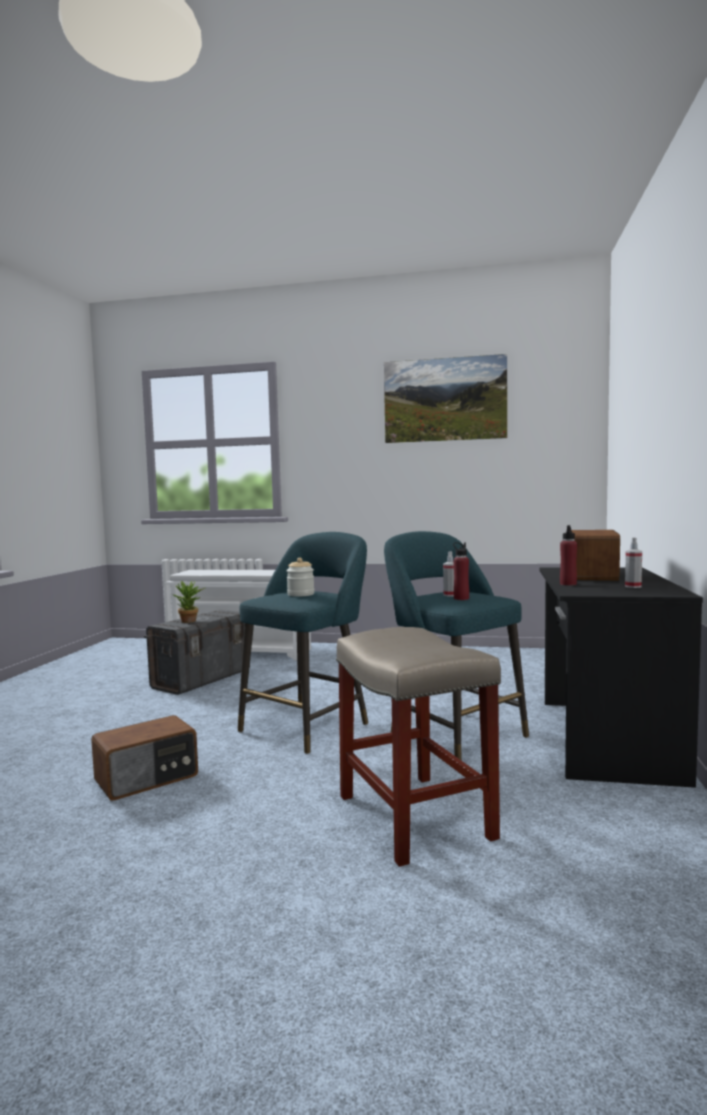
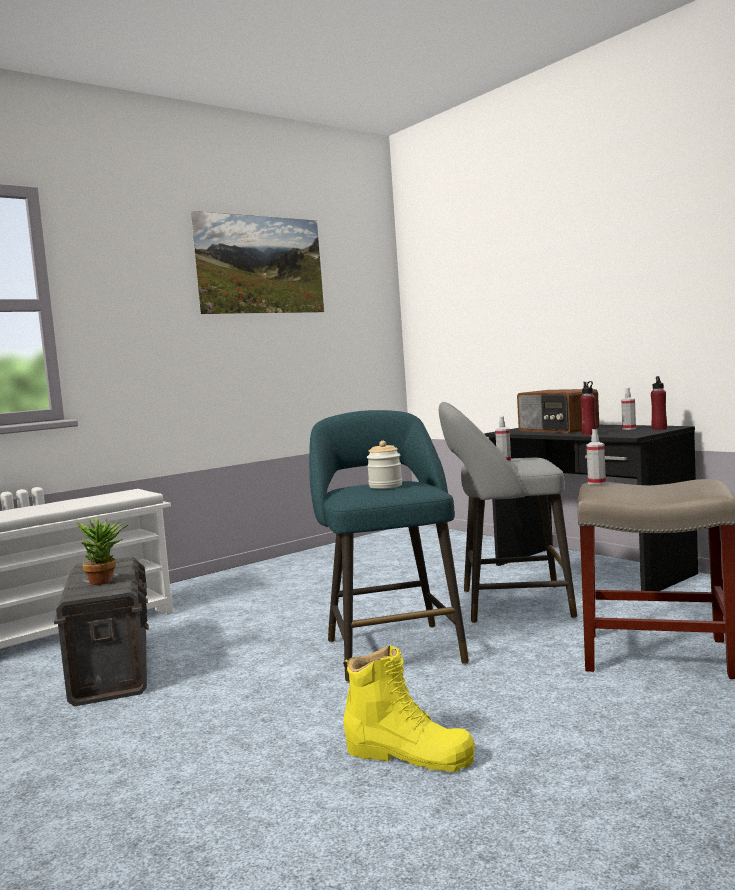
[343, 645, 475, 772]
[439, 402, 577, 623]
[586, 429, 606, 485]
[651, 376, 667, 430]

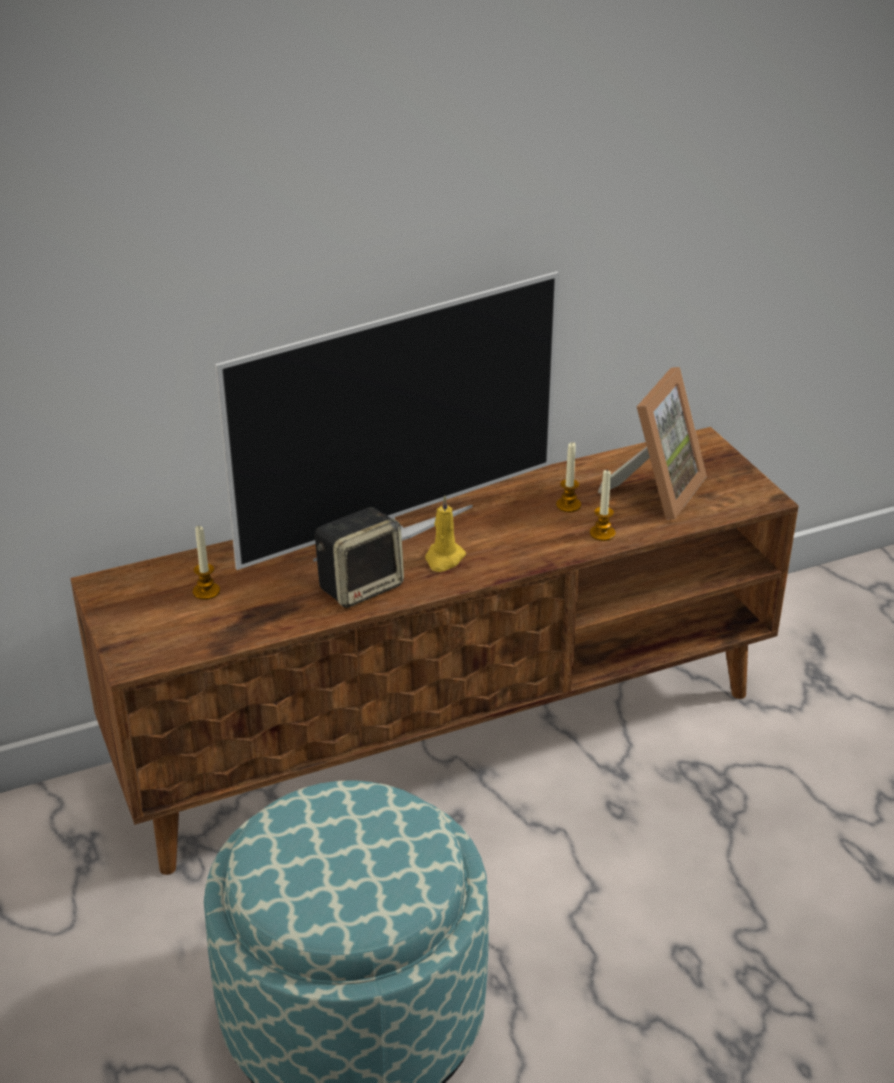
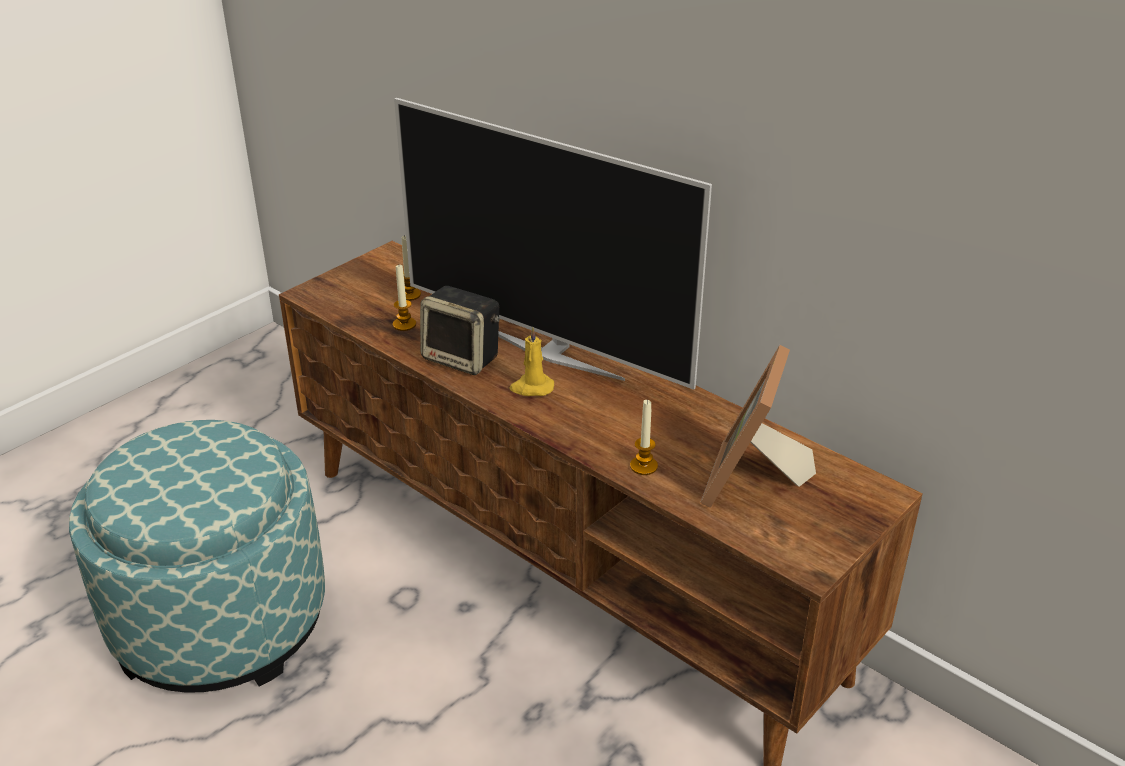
[393, 265, 416, 331]
[700, 345, 816, 508]

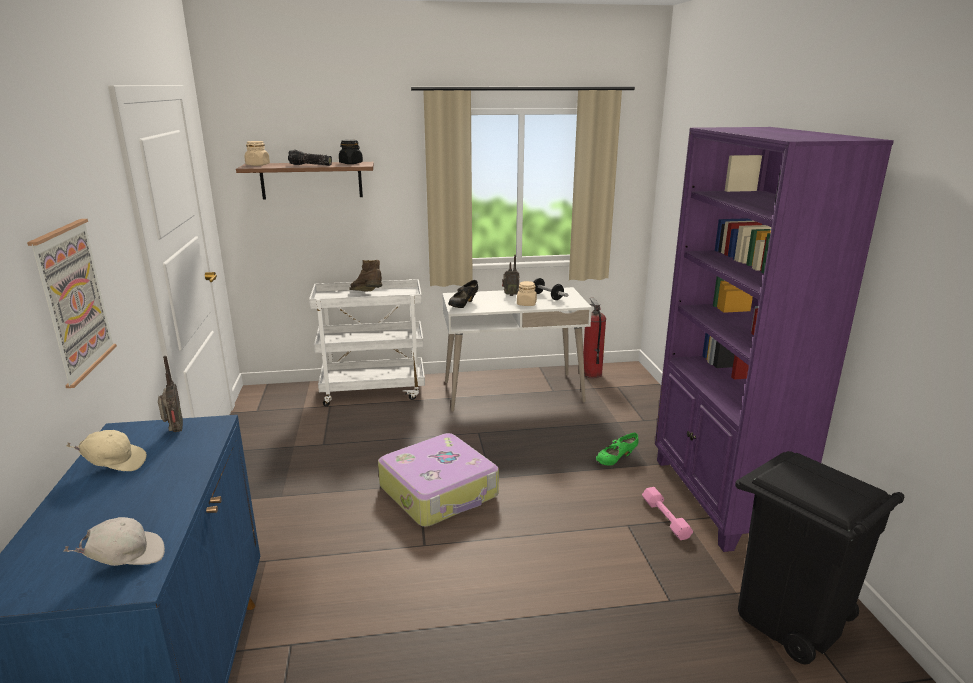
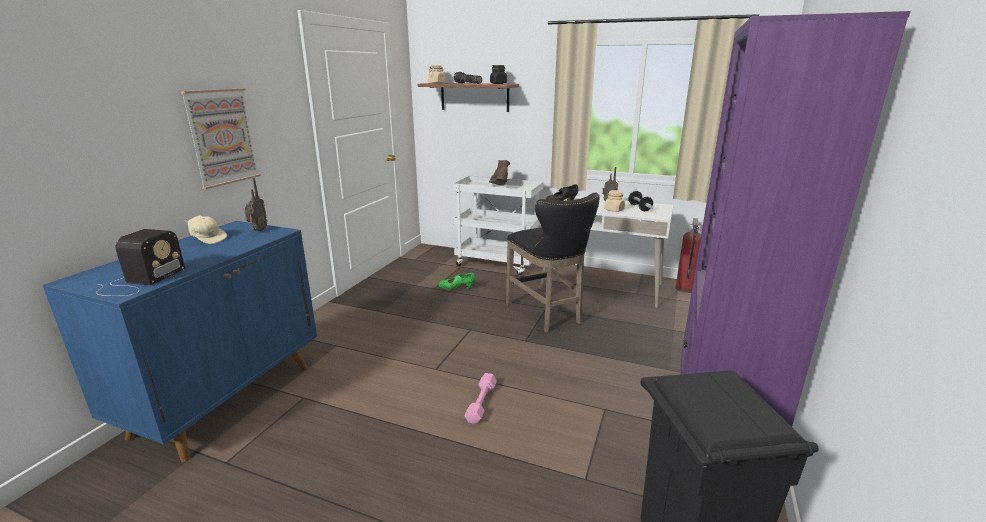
[96, 229, 185, 296]
[439, 273, 475, 290]
[464, 373, 497, 424]
[506, 193, 600, 332]
[378, 433, 499, 527] (first image)

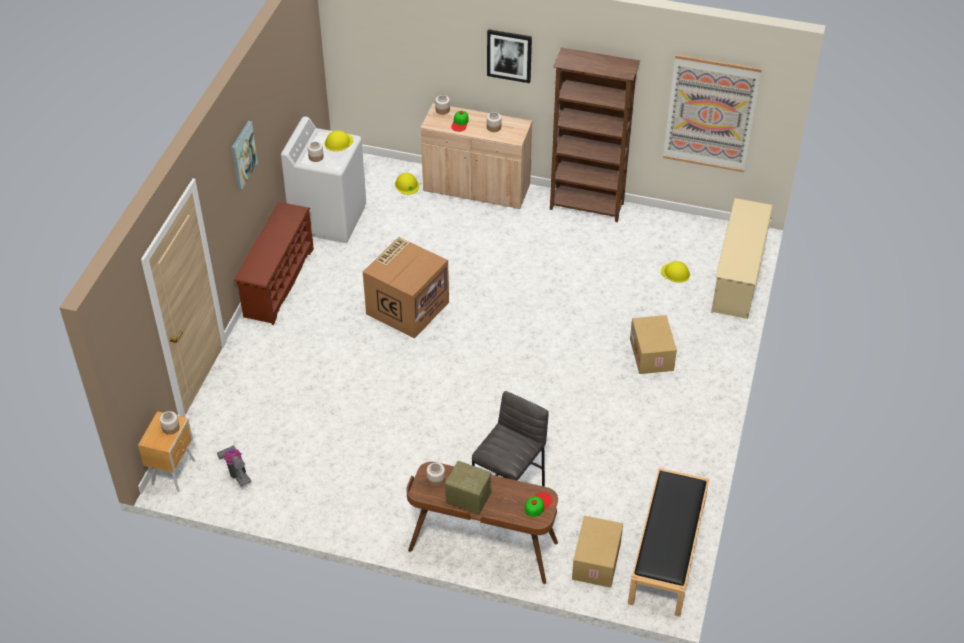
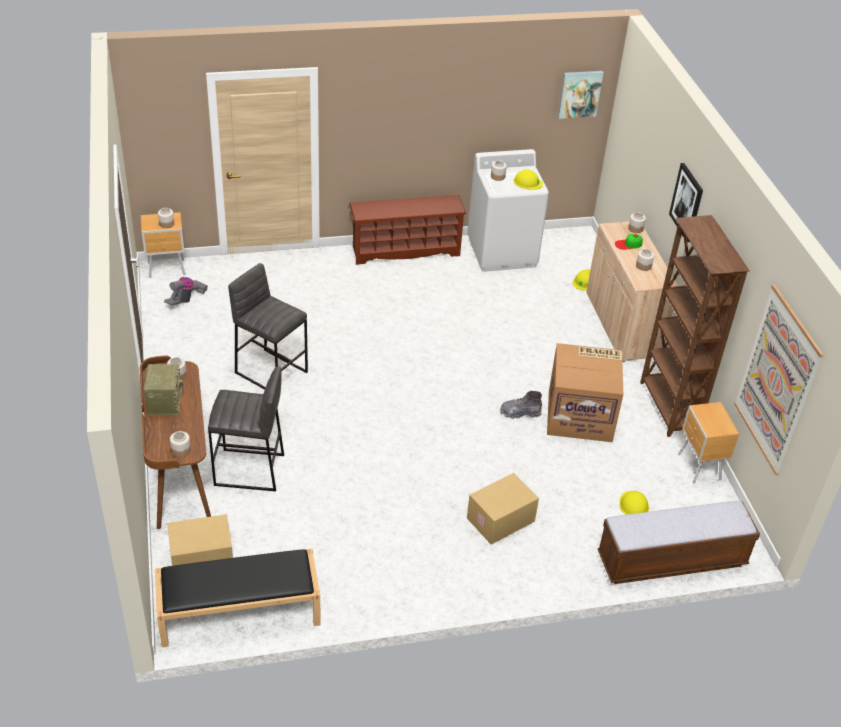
[170, 431, 191, 457]
[228, 263, 308, 390]
[500, 391, 542, 419]
[547, 343, 623, 442]
[558, 71, 604, 119]
[598, 501, 760, 584]
[678, 402, 739, 484]

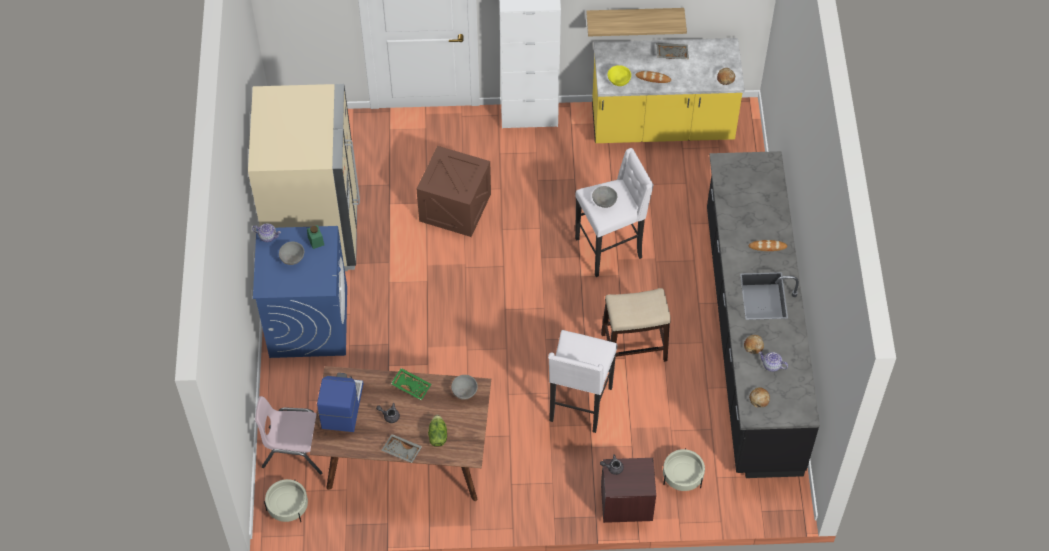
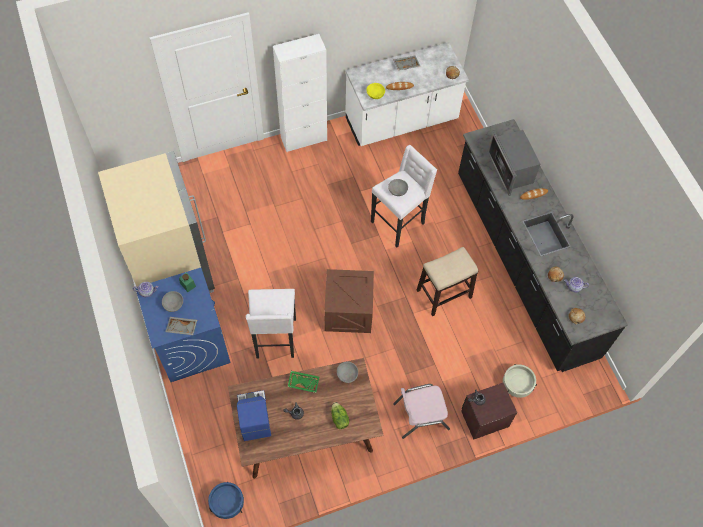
[165, 317, 197, 335]
[208, 481, 244, 519]
[246, 289, 296, 359]
[324, 269, 374, 333]
[345, 42, 469, 146]
[393, 384, 450, 439]
[487, 130, 541, 196]
[586, 8, 687, 36] (first image)

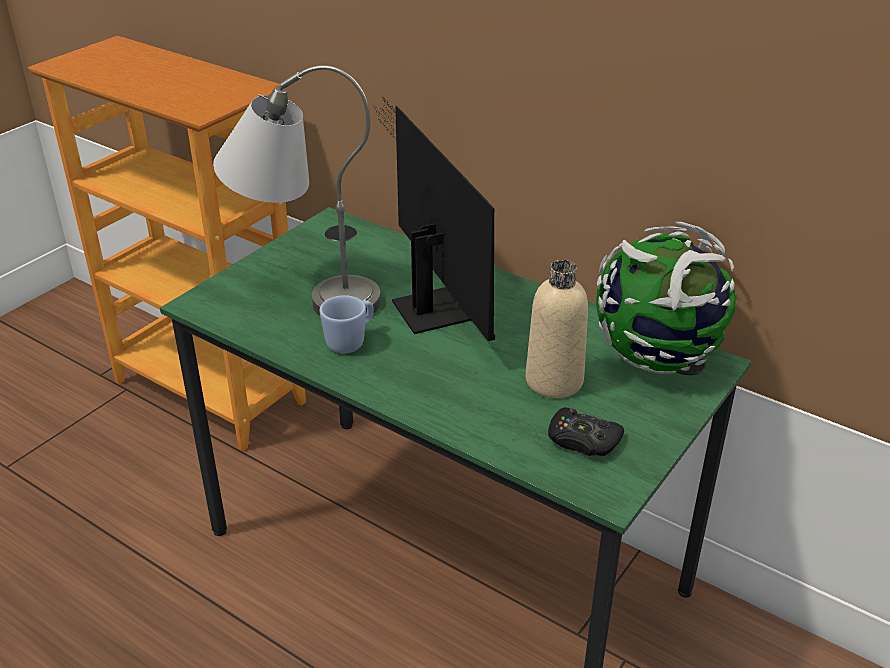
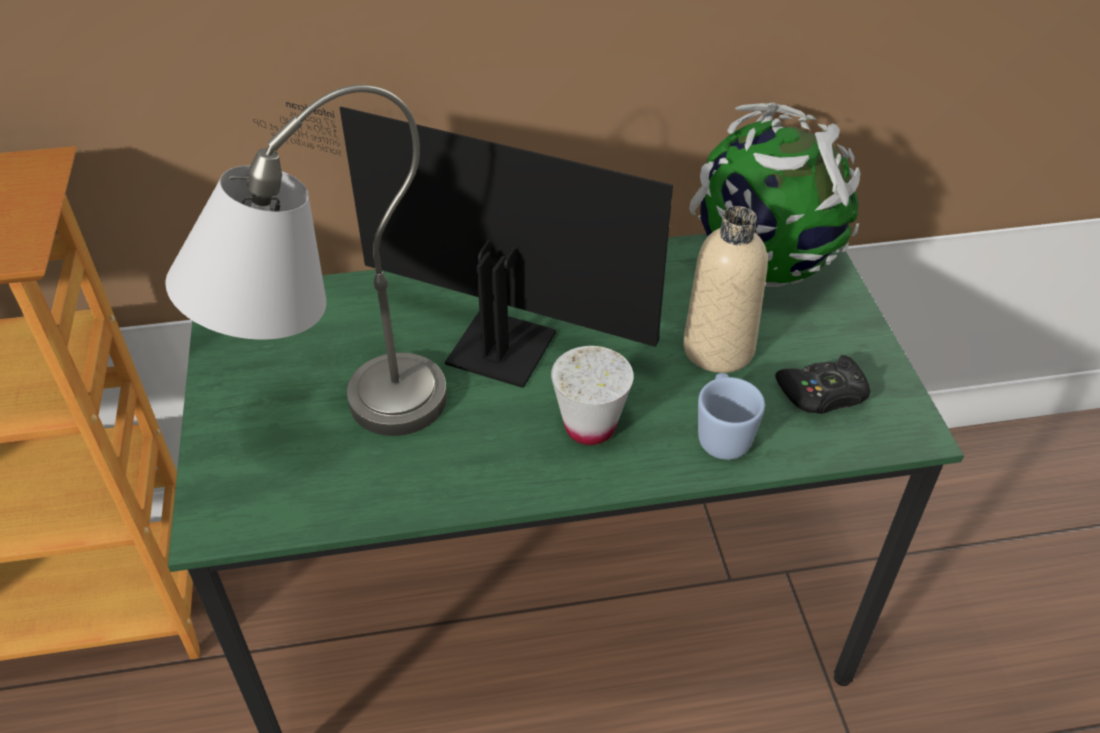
[551, 346, 634, 445]
[698, 373, 765, 460]

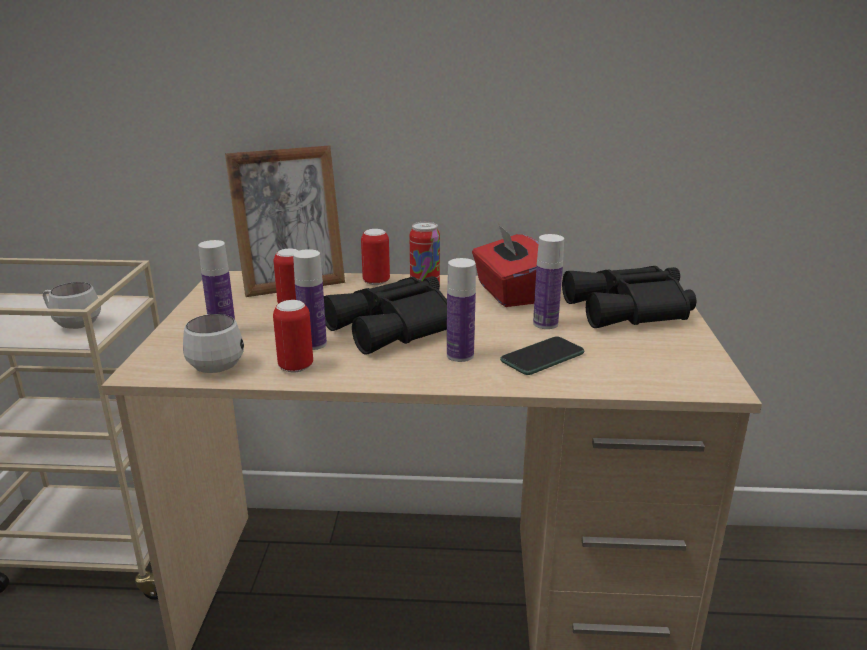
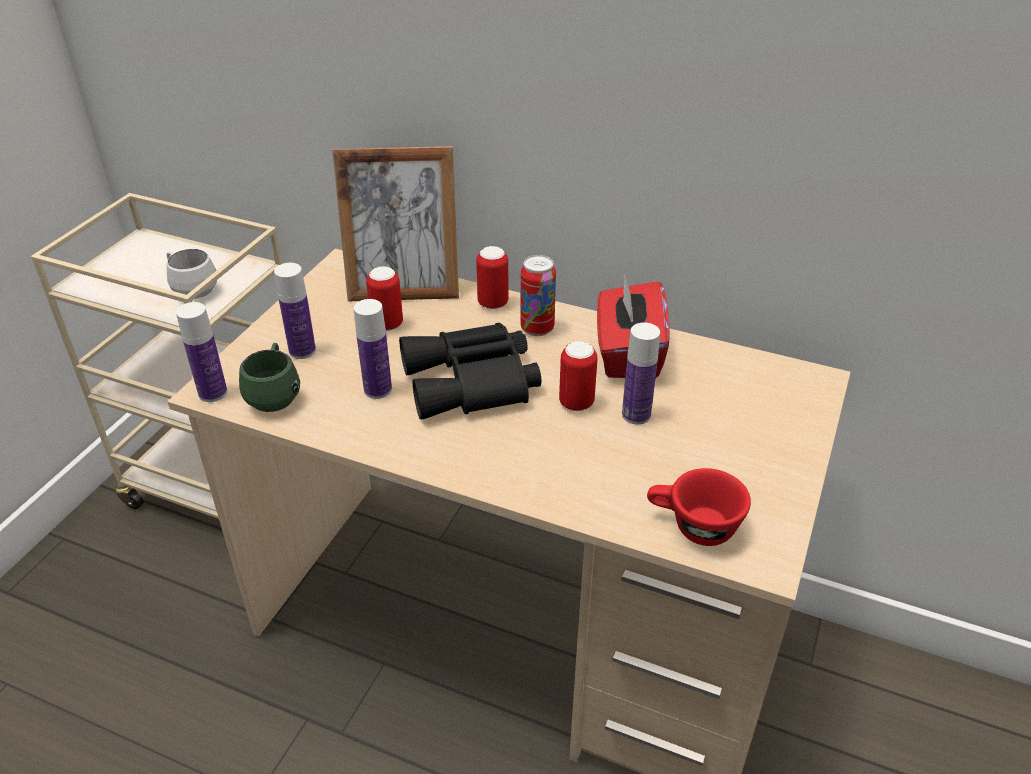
[176, 302, 227, 402]
[239, 343, 300, 412]
[559, 341, 598, 411]
[647, 468, 751, 546]
[500, 336, 584, 375] (first image)
[562, 266, 696, 328] (first image)

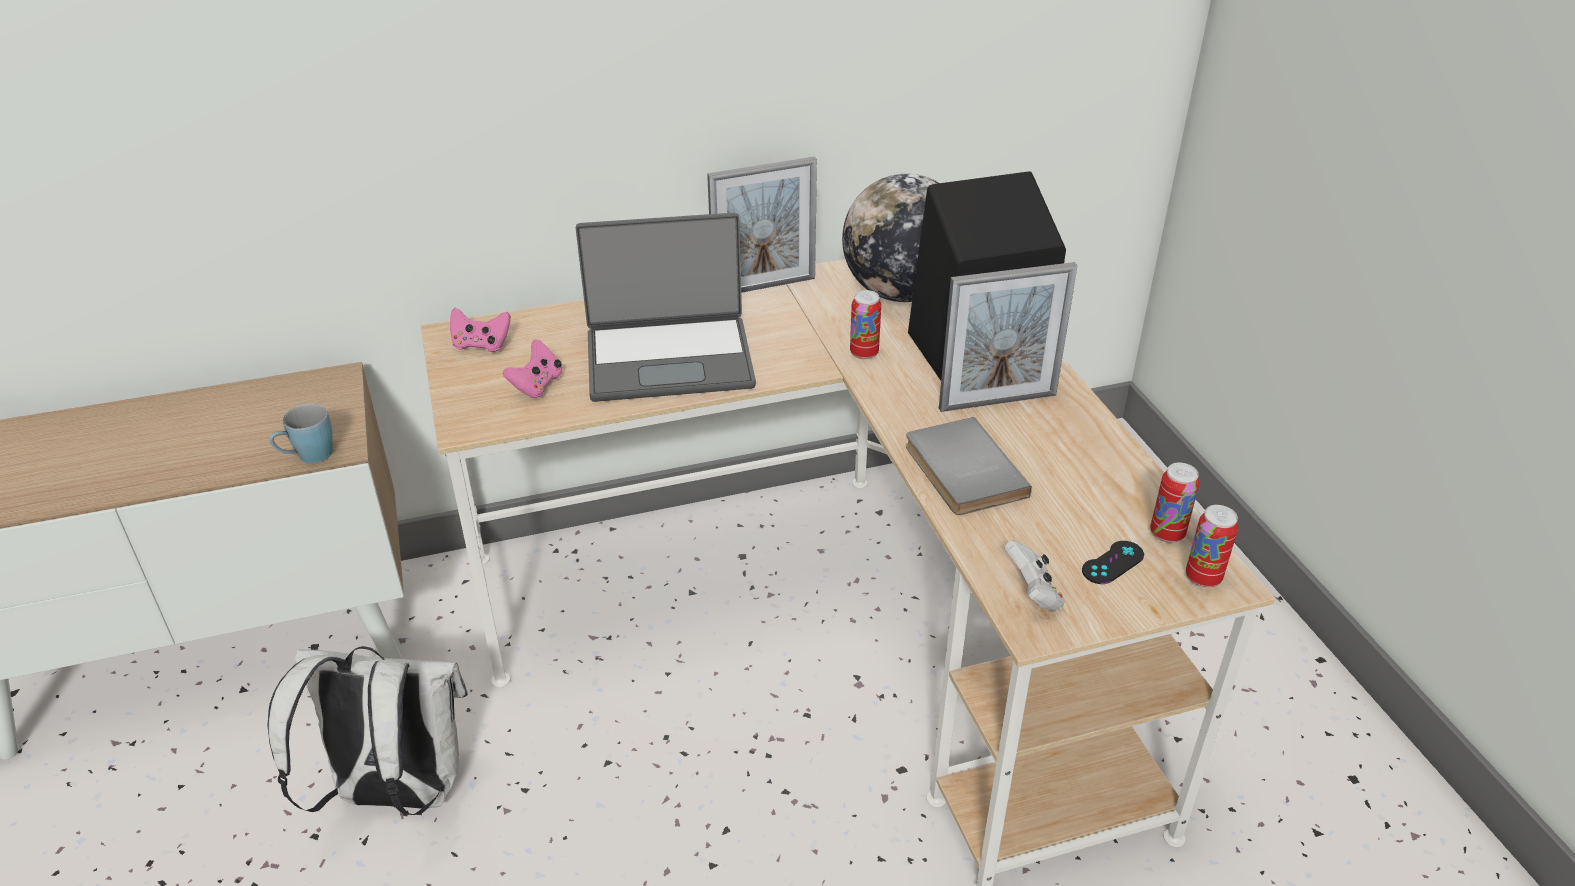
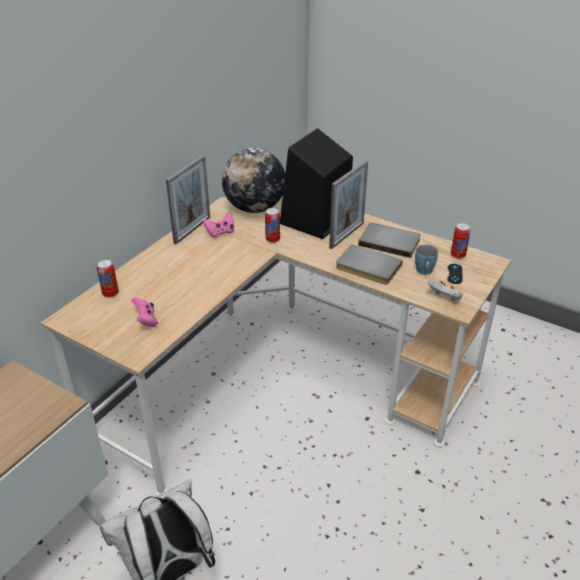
[97, 259, 118, 298]
[203, 212, 234, 238]
[358, 223, 421, 258]
[415, 244, 438, 275]
[576, 213, 756, 402] (first image)

